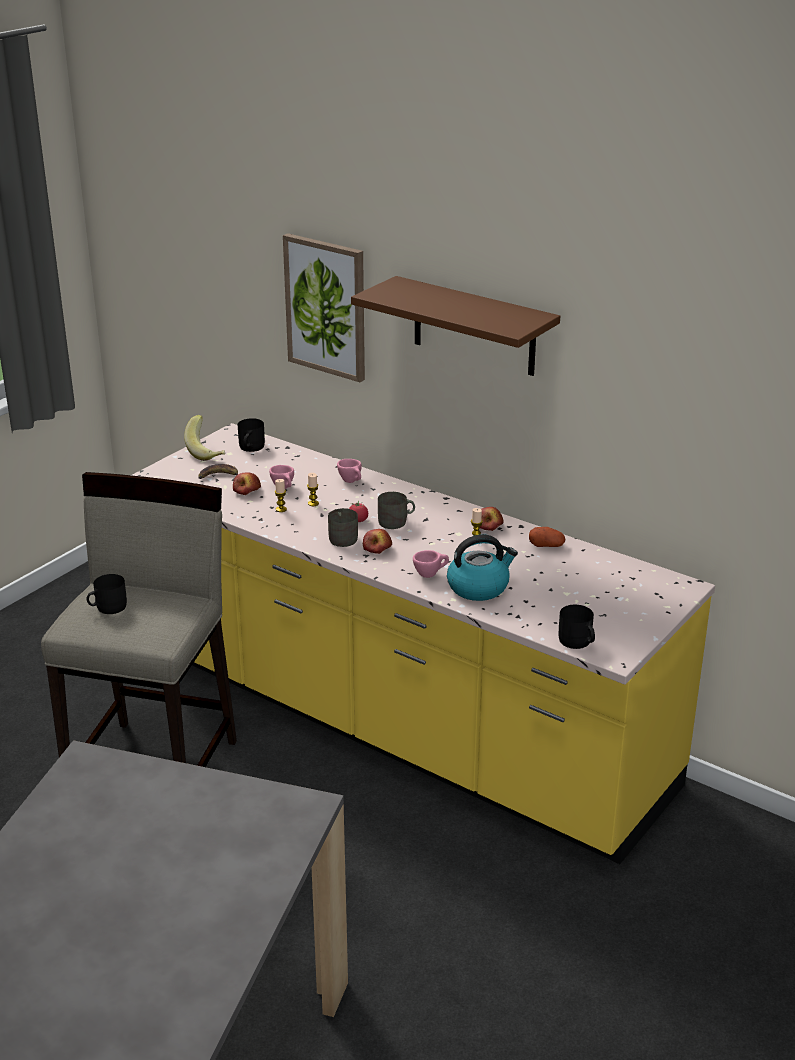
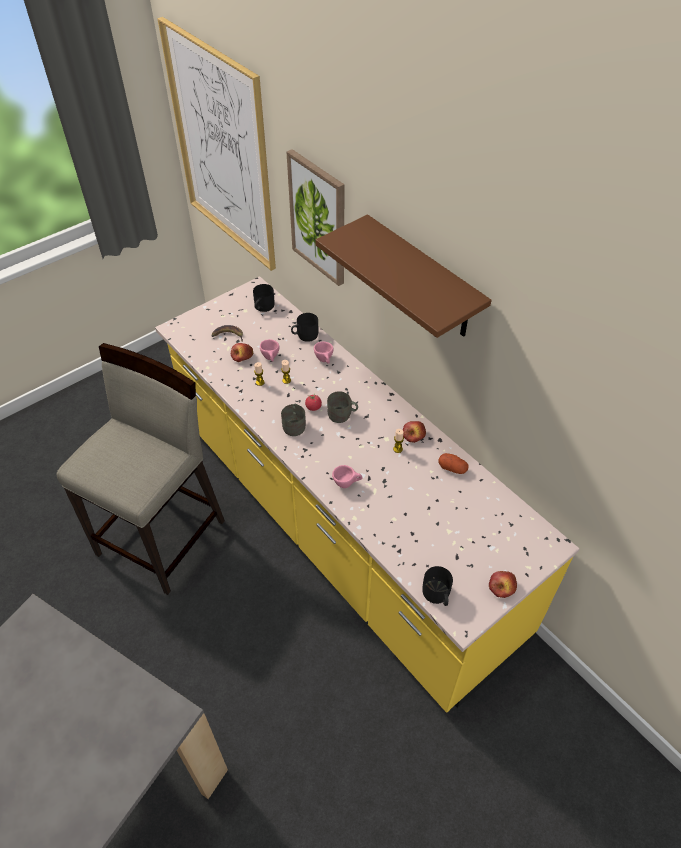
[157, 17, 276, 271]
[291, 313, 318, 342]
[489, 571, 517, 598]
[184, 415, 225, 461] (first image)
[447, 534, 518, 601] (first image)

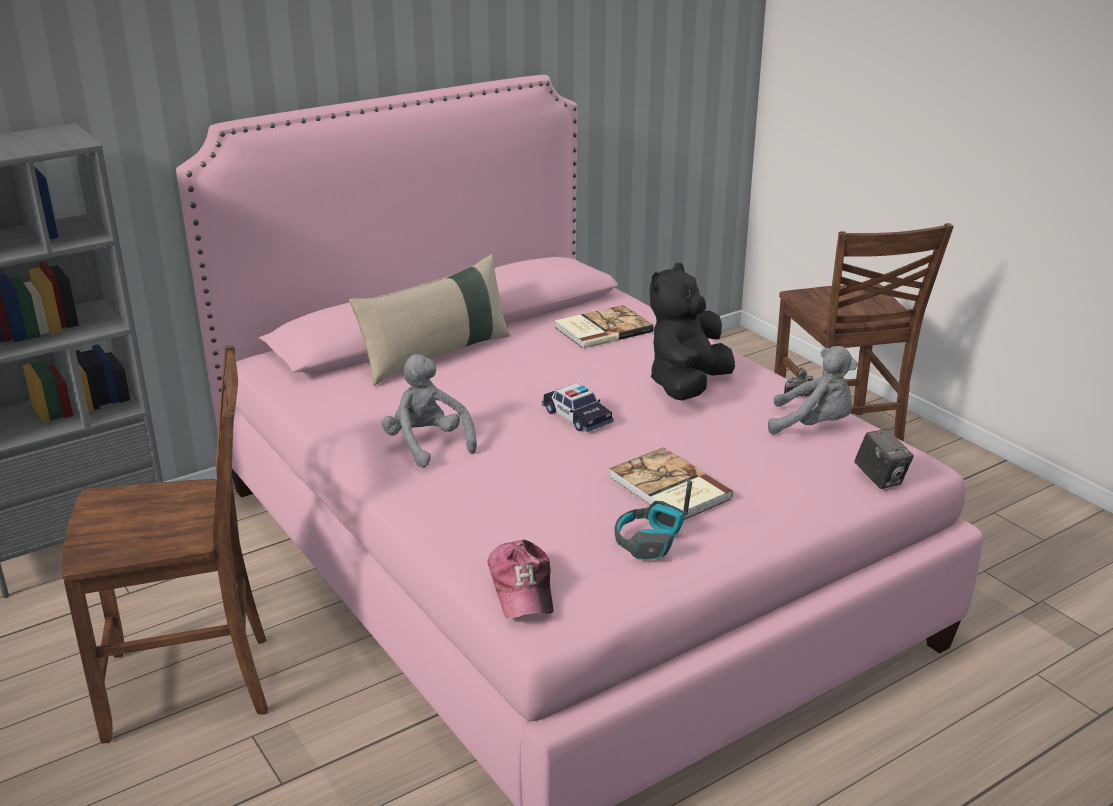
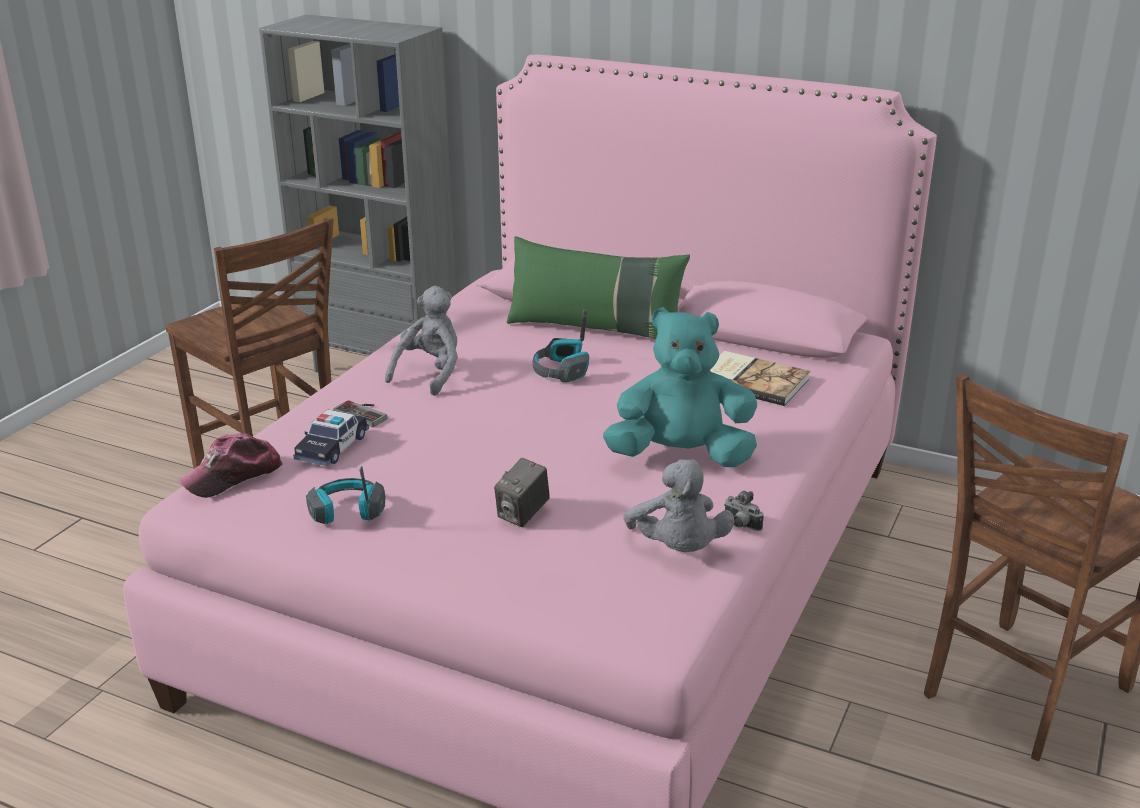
[293, 409, 369, 466]
[333, 400, 387, 427]
[494, 458, 550, 527]
[507, 236, 690, 340]
[532, 309, 589, 382]
[603, 307, 757, 467]
[609, 448, 733, 520] (first image)

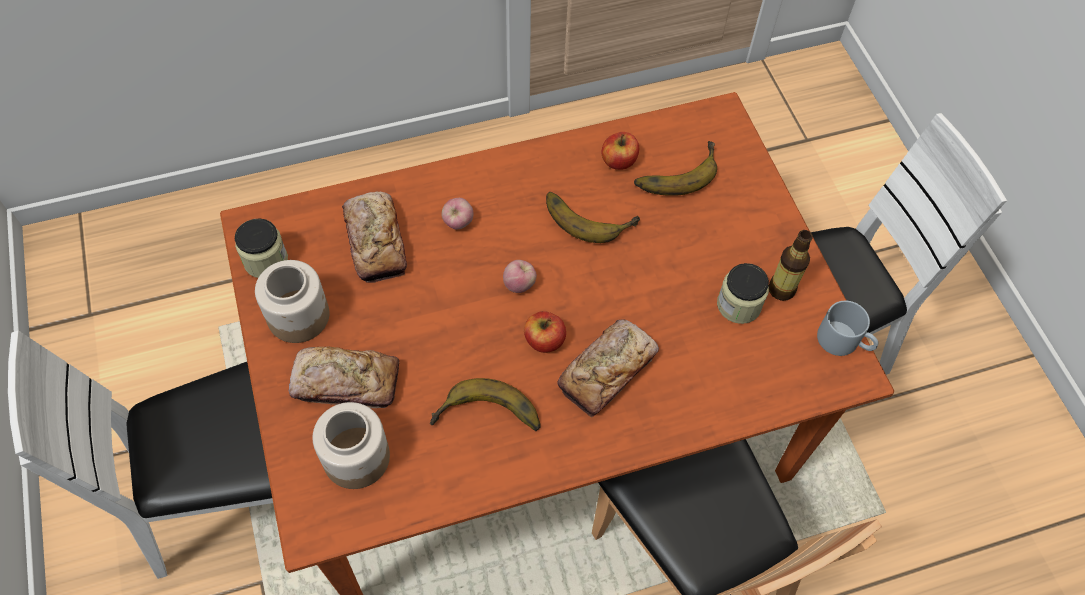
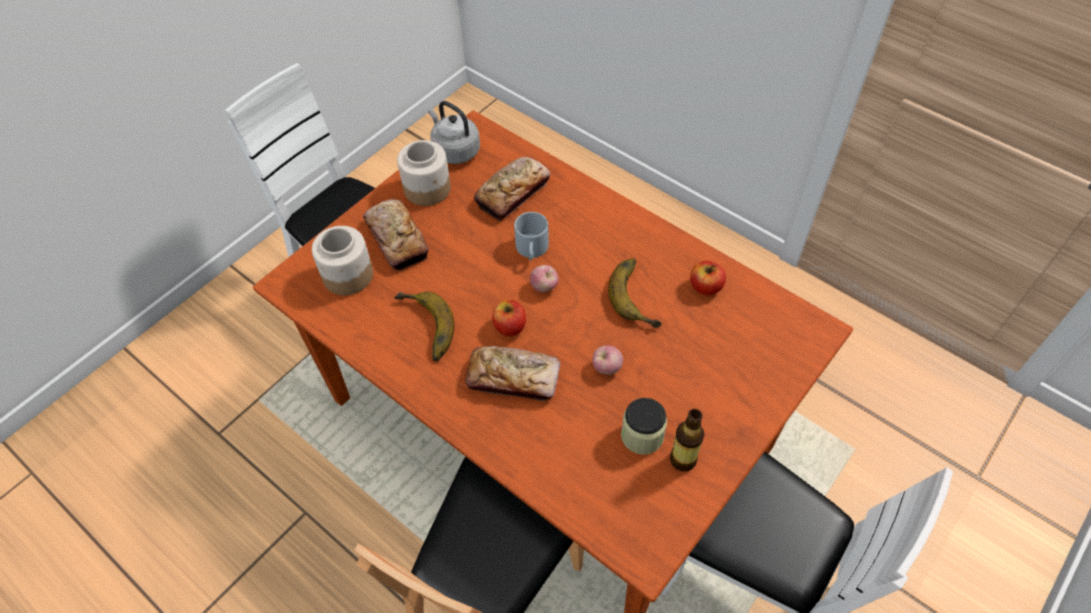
[428, 101, 480, 164]
[514, 212, 549, 260]
[592, 345, 623, 375]
[634, 141, 717, 196] (first image)

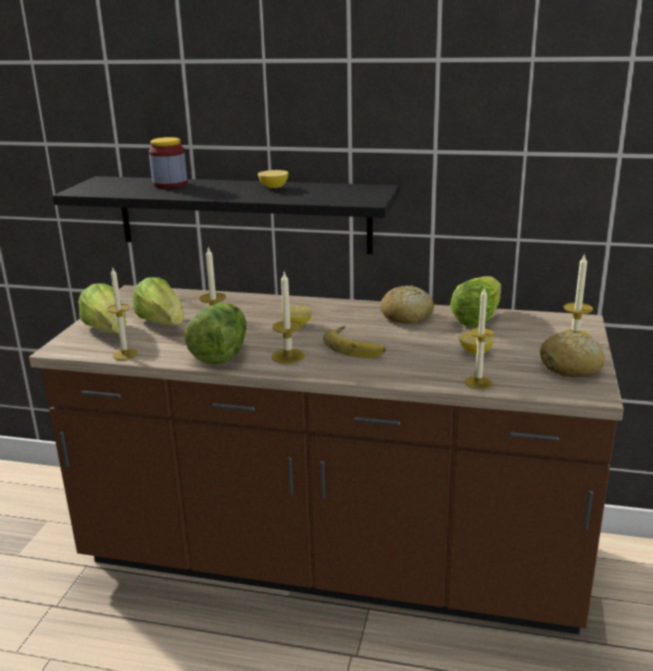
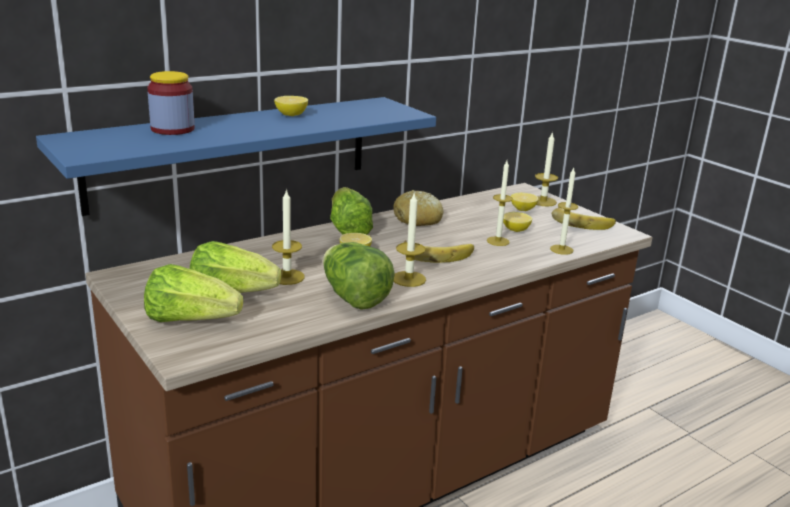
[36, 97, 436, 216]
[330, 187, 373, 235]
[487, 161, 513, 246]
[511, 193, 539, 211]
[552, 207, 616, 230]

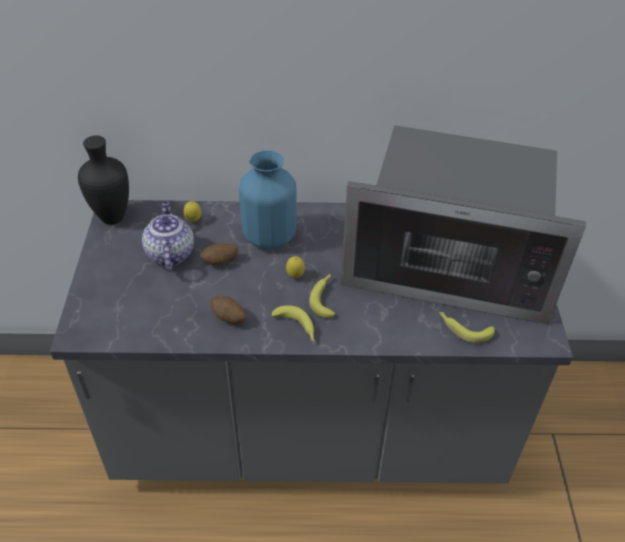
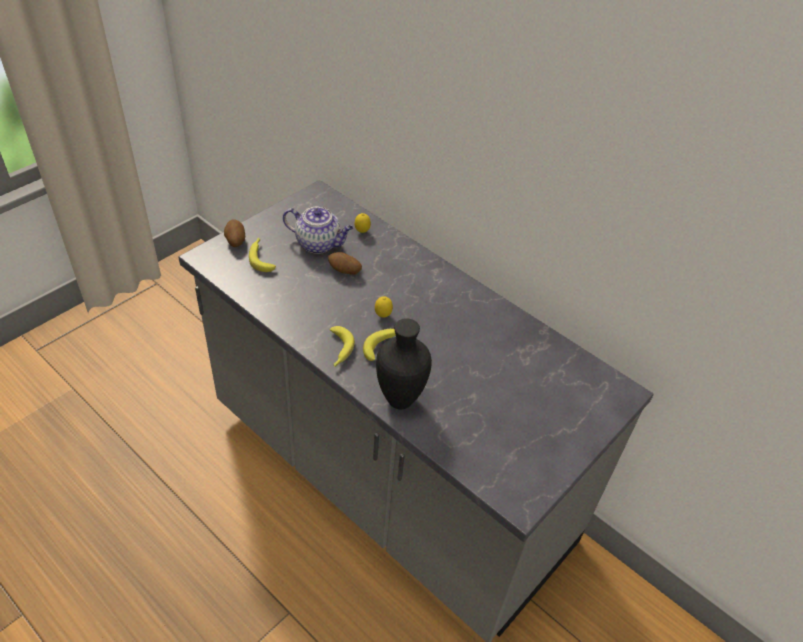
[224, 219, 245, 247]
[249, 237, 276, 272]
[283, 207, 353, 254]
[376, 318, 432, 409]
[239, 150, 297, 249] (first image)
[341, 125, 586, 325] (first image)

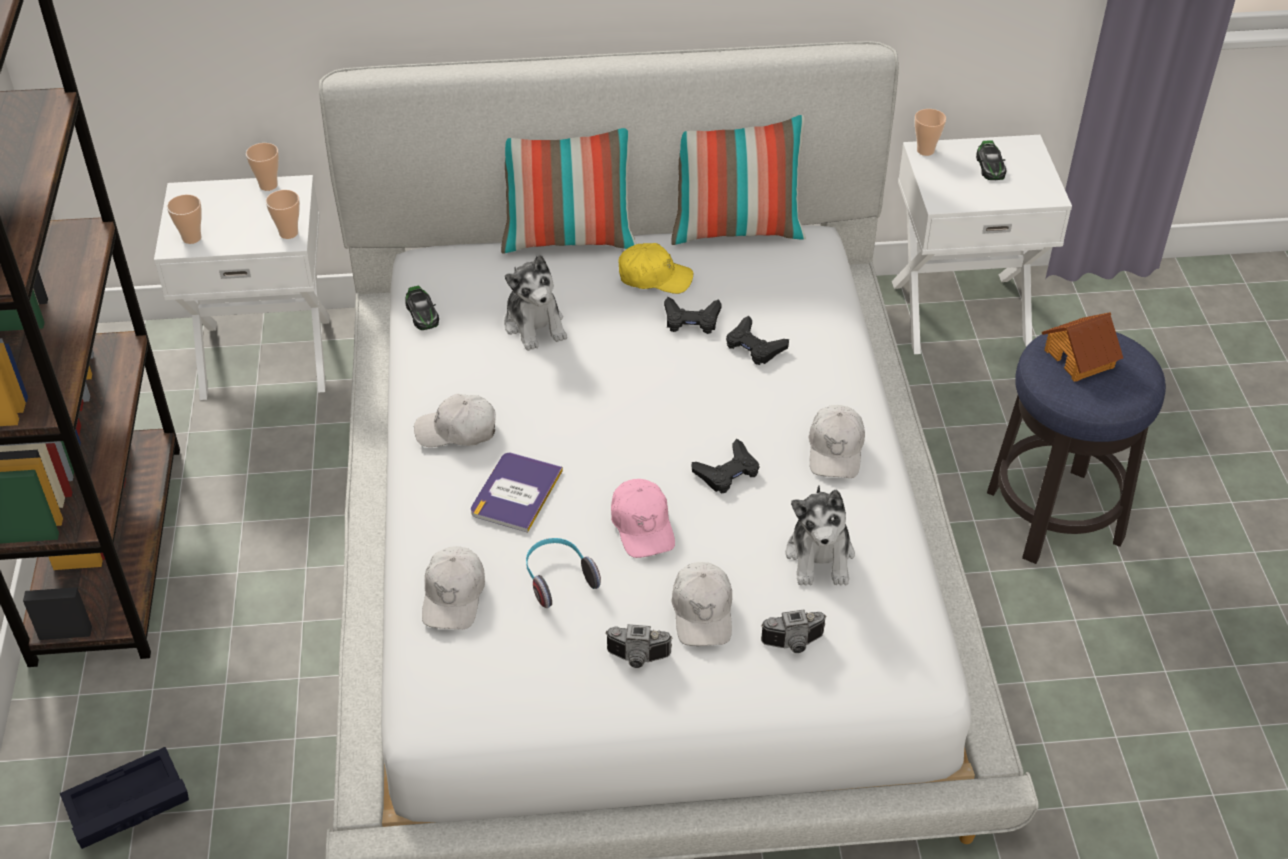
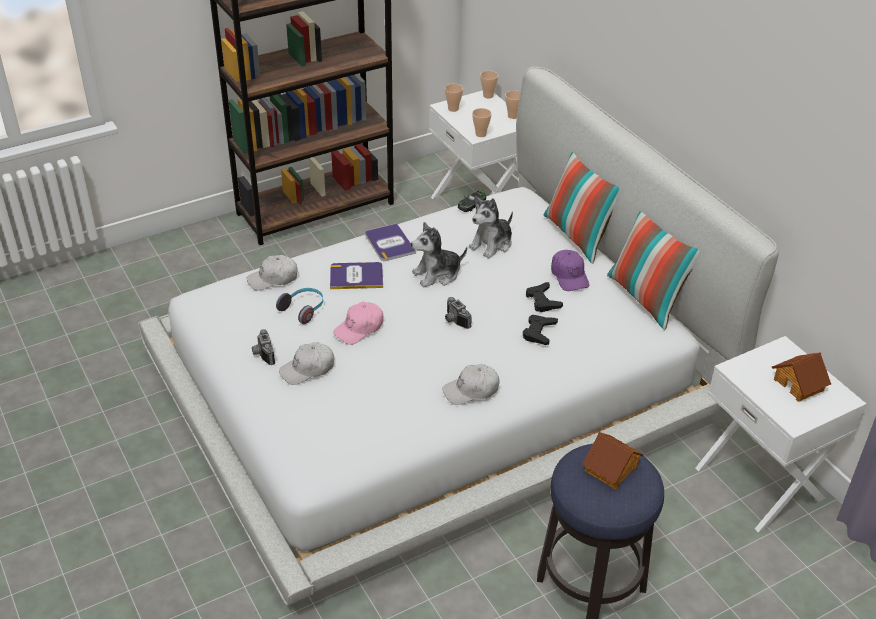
[365, 223, 416, 261]
[411, 222, 467, 287]
[445, 297, 472, 329]
[480, 71, 499, 98]
[551, 250, 589, 291]
[772, 352, 831, 402]
[60, 747, 189, 849] (first image)
[692, 439, 759, 494] (first image)

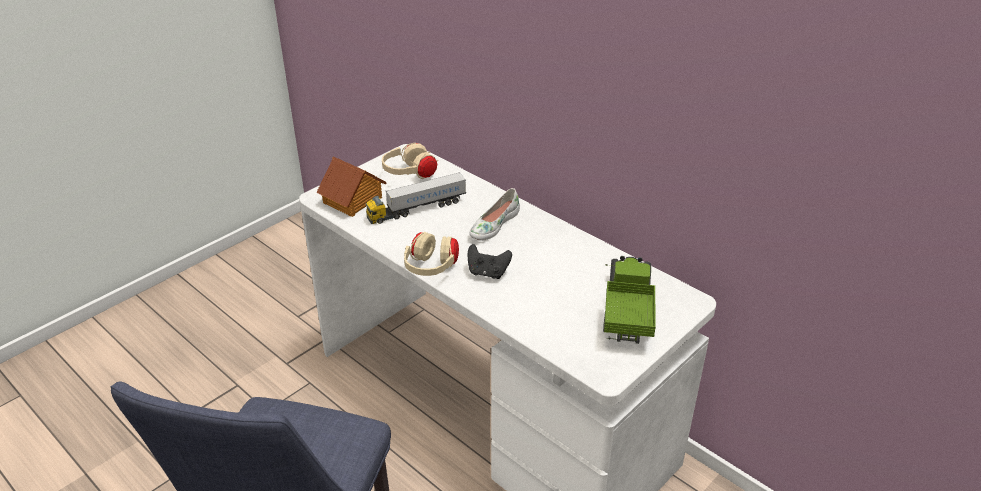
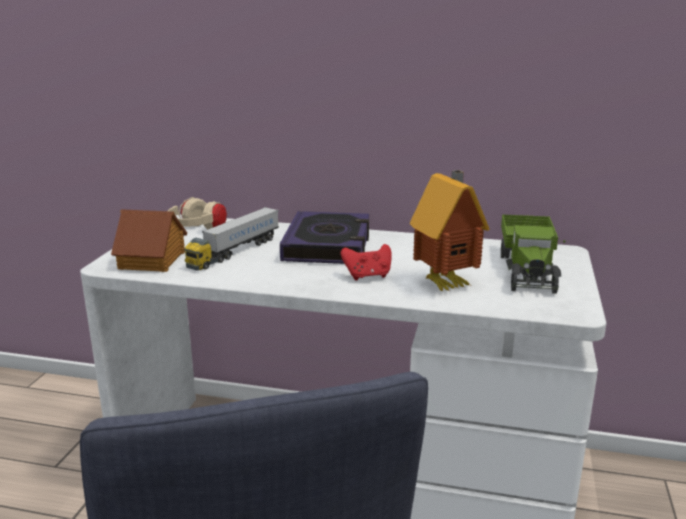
[280, 211, 369, 264]
[341, 244, 392, 281]
[409, 170, 490, 291]
[501, 214, 566, 294]
[404, 232, 459, 276] (first image)

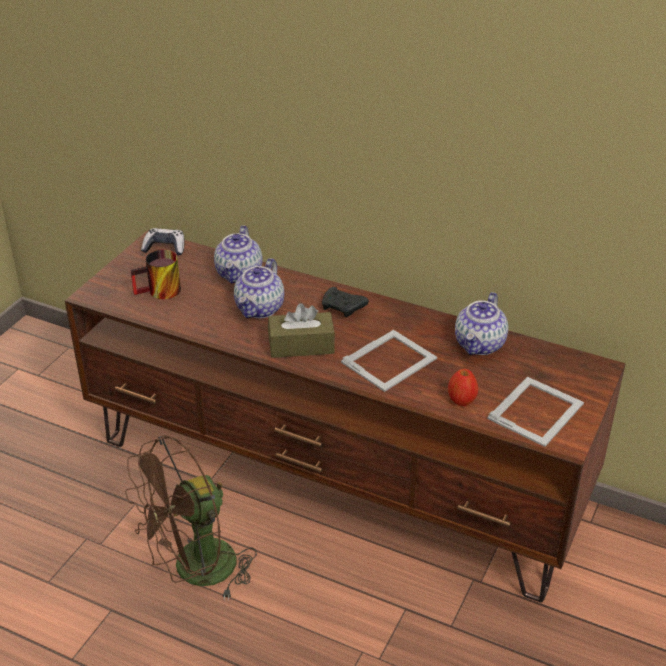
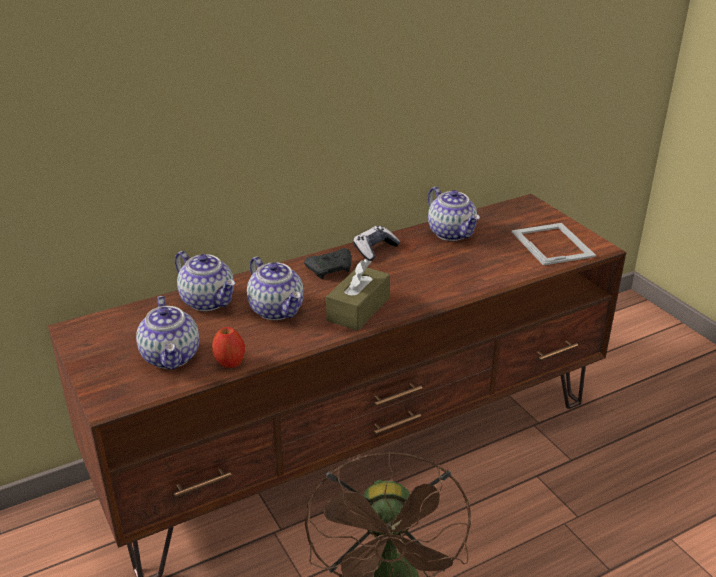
[136, 296, 199, 370]
[212, 327, 245, 368]
[353, 226, 400, 261]
[341, 330, 437, 392] (first image)

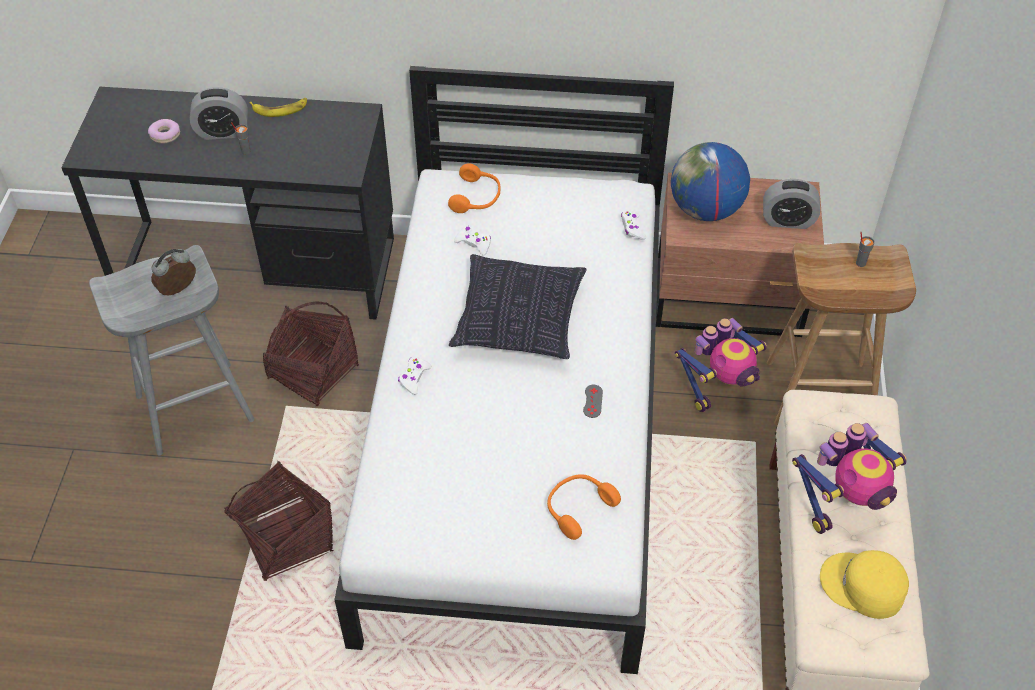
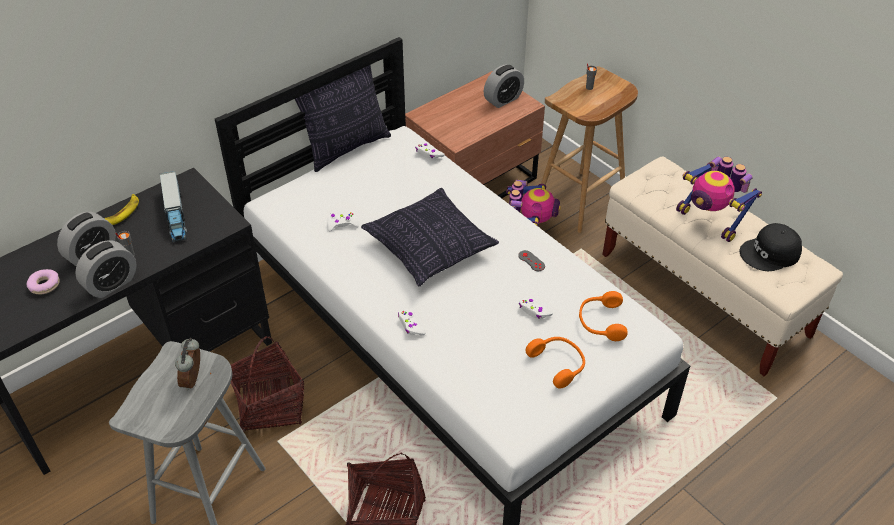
[75, 240, 137, 298]
[160, 171, 187, 242]
[295, 65, 391, 172]
[519, 297, 553, 319]
[525, 337, 585, 389]
[676, 156, 762, 242]
[739, 223, 802, 271]
[671, 142, 750, 221] (first image)

